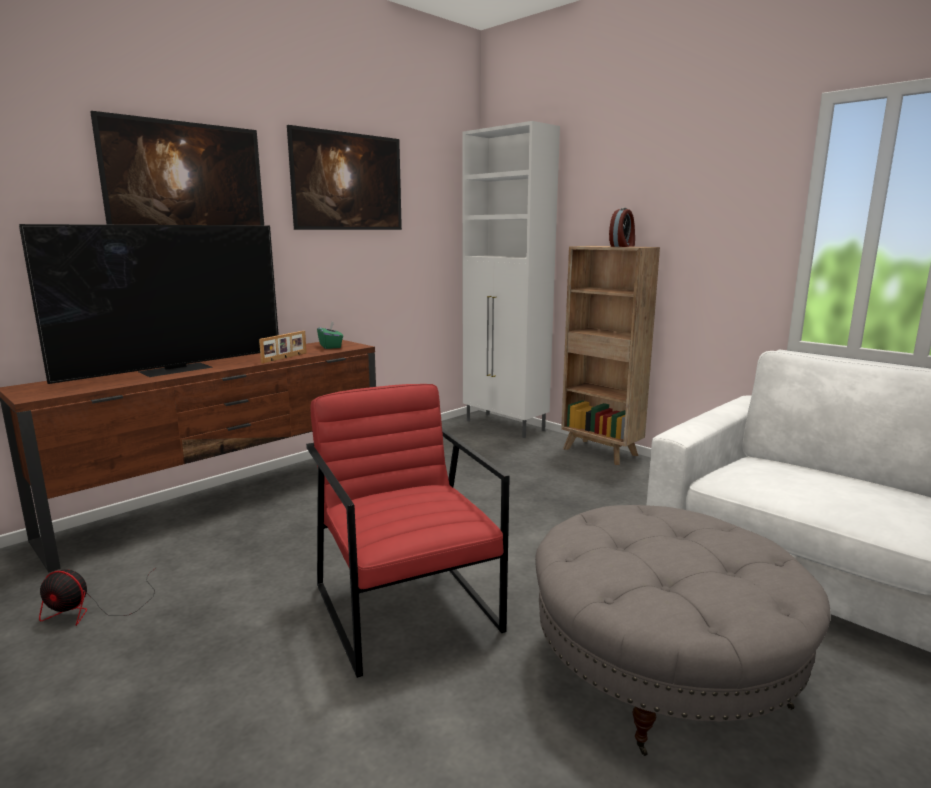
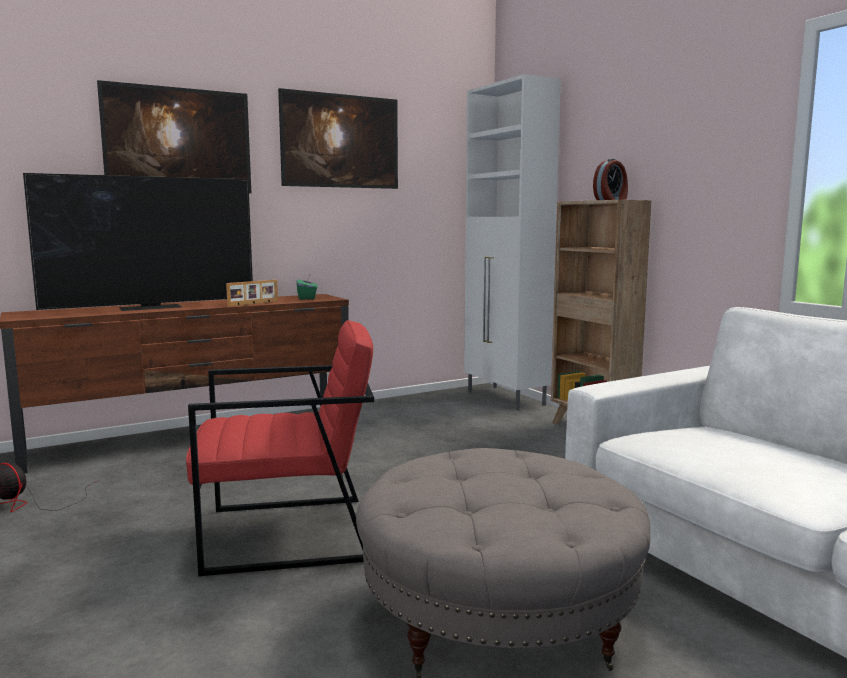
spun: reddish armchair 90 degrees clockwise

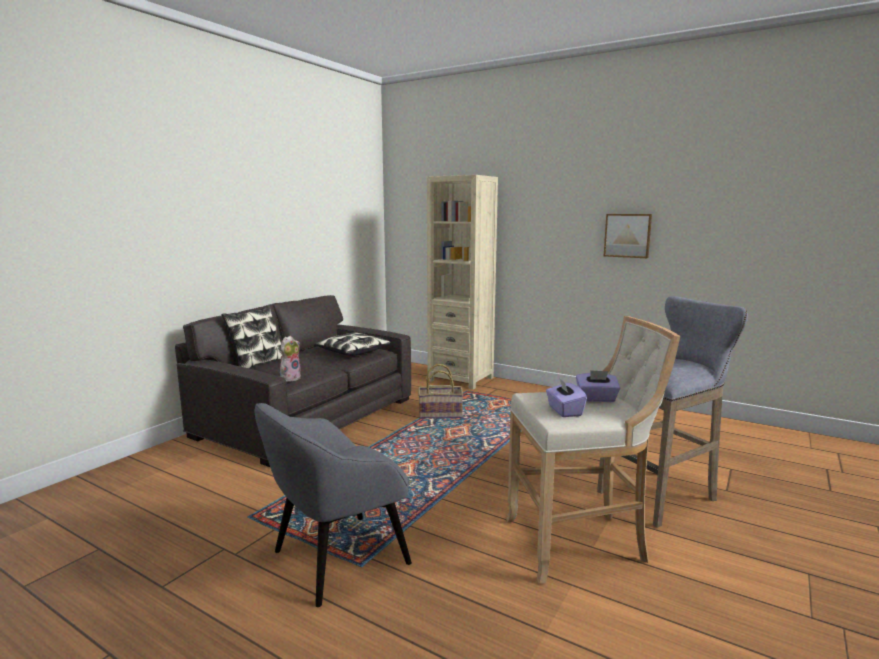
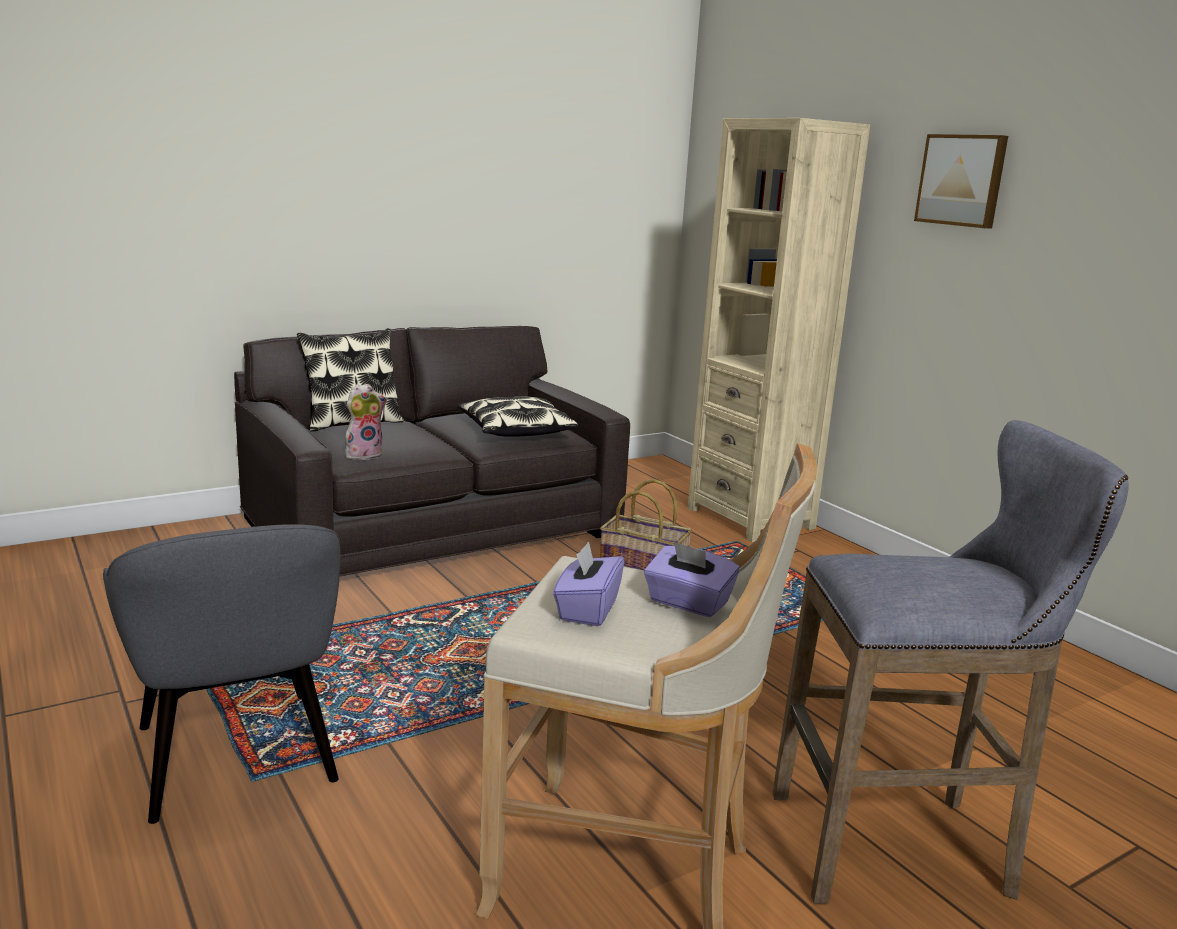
relocated: wall picture
spun: greyish armchair 105 degrees counterclockwise

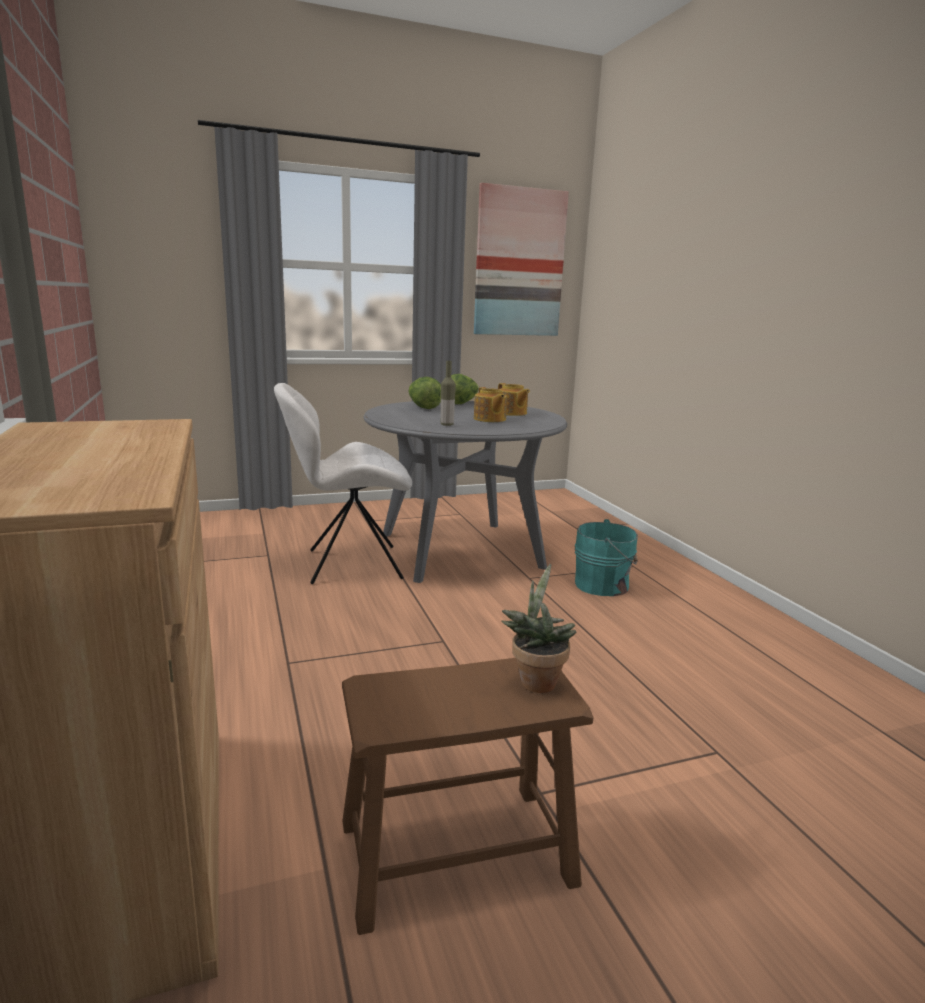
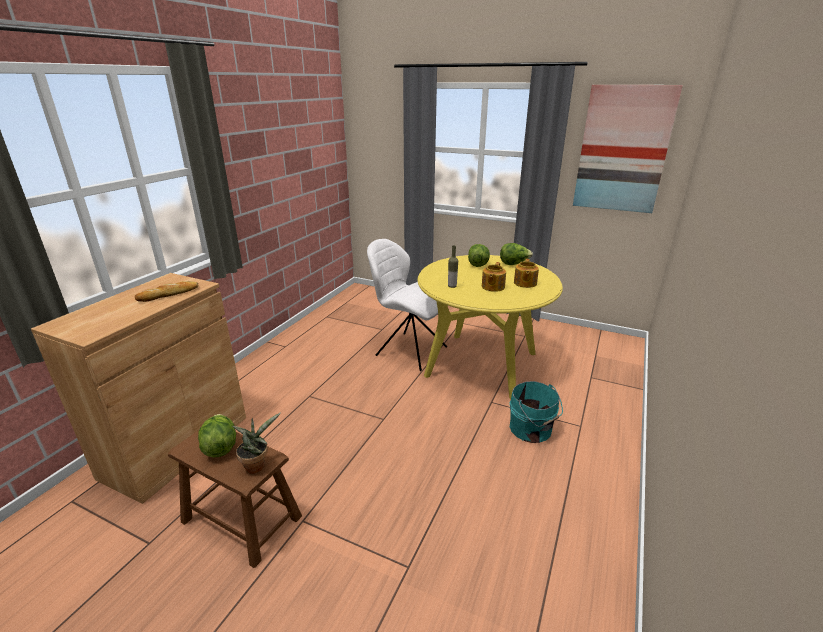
appeared: bakery bread; lettuce head (no. 1 from left)
colour: greyish dining table to yellowish dining table

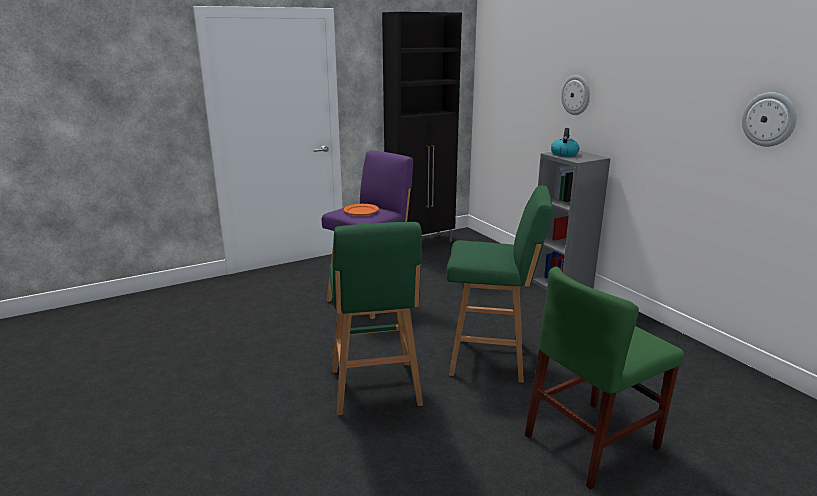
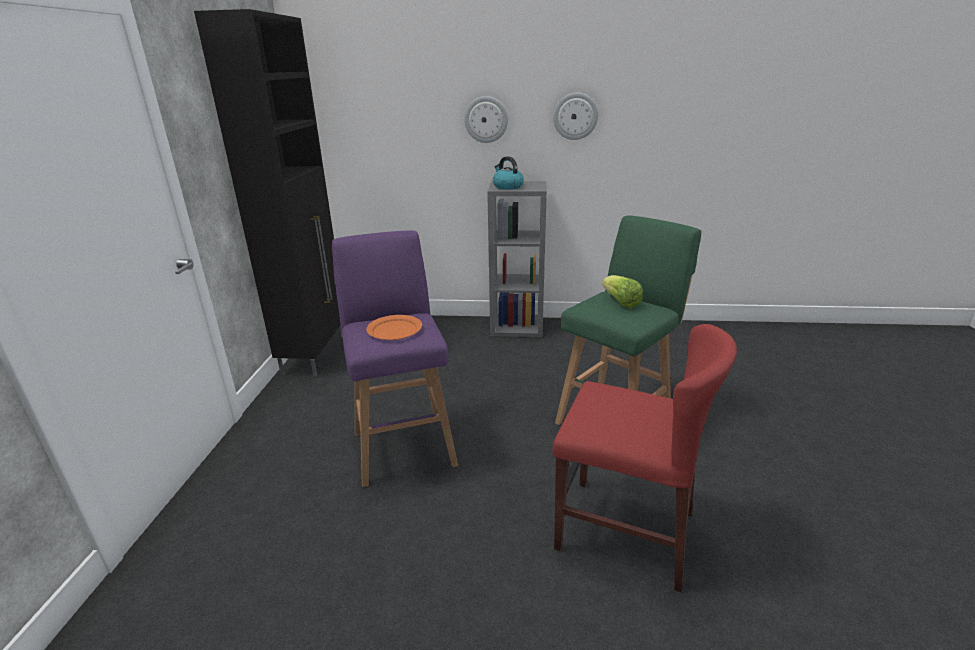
missing: greenish chair
appeared: lettuce head
relocated: wall clock (no. 2 from left)
exchanged: greenish sitting stool (no. 1 from left) to reddish chair

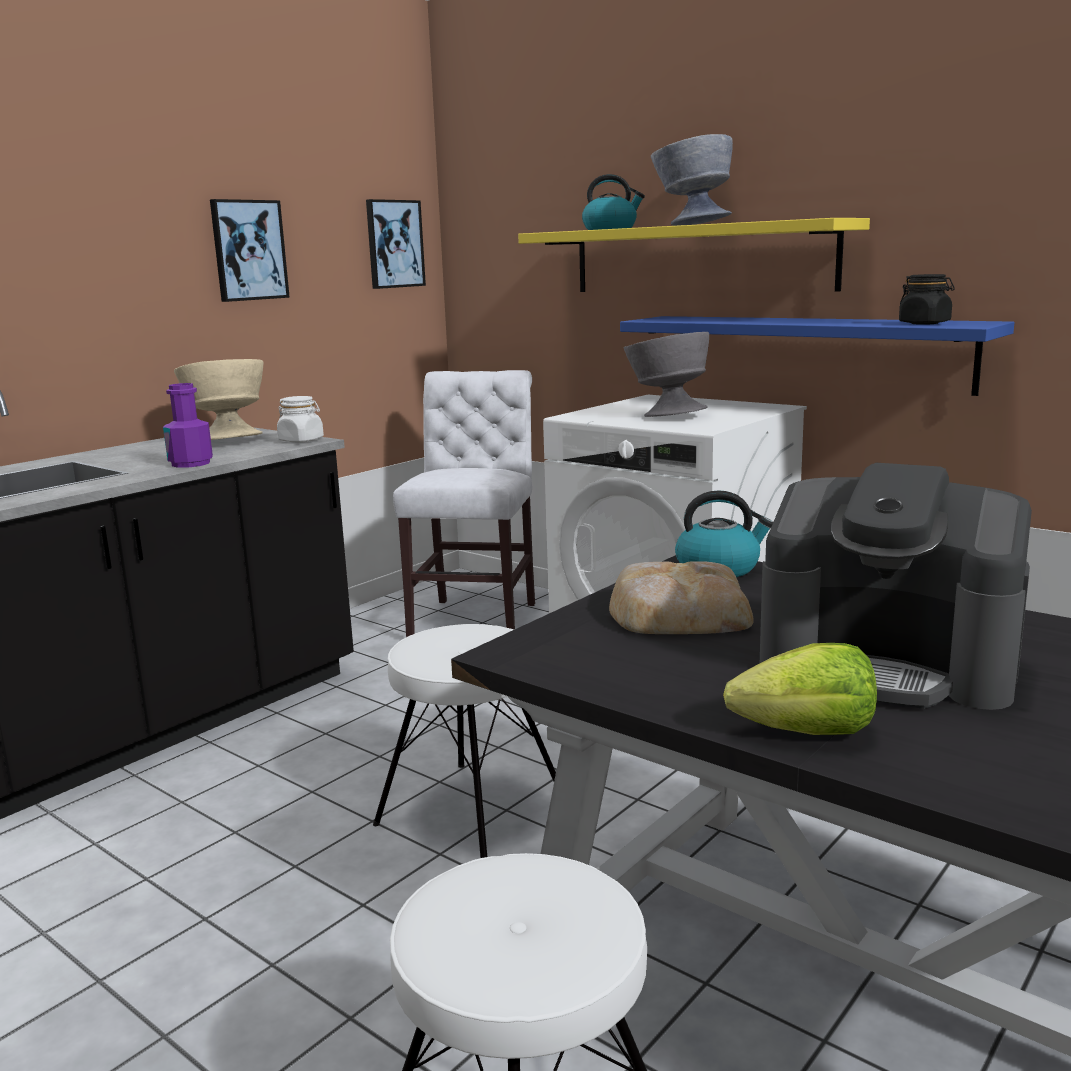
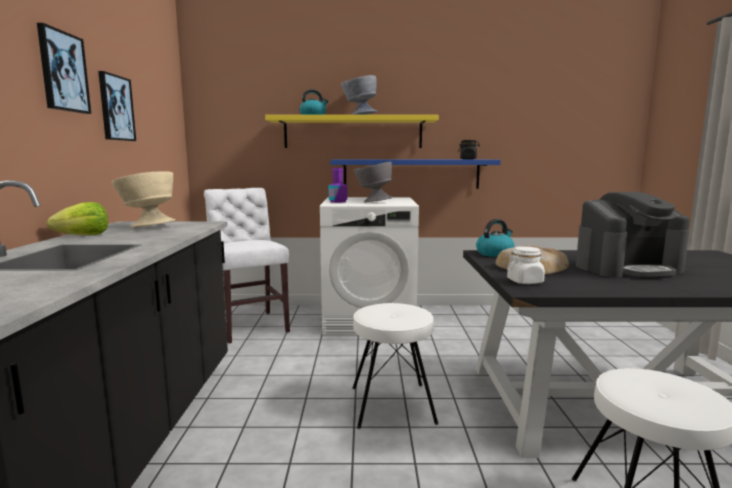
relocated: purple-coloured beverage bottle; white-coloured storage jar; wall picture (no. 2 from left in the first image) to wall picture (no. 1 from left); lettuce head

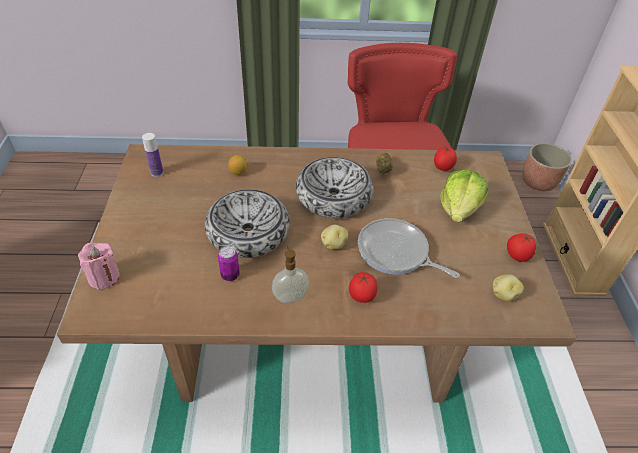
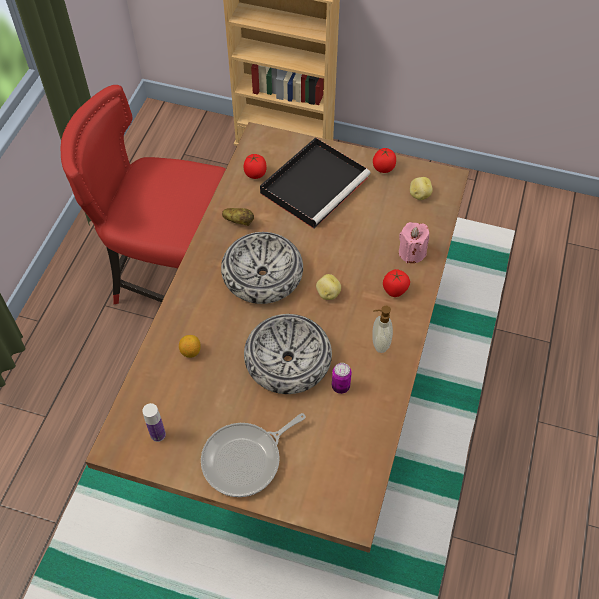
missing: plant pot
relocated: pink candle; pan
exchanged: lettuce head to black-coloured serving tray

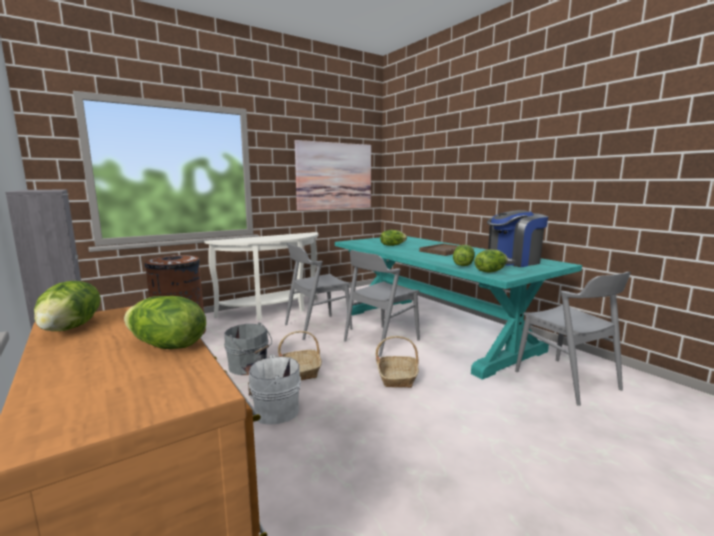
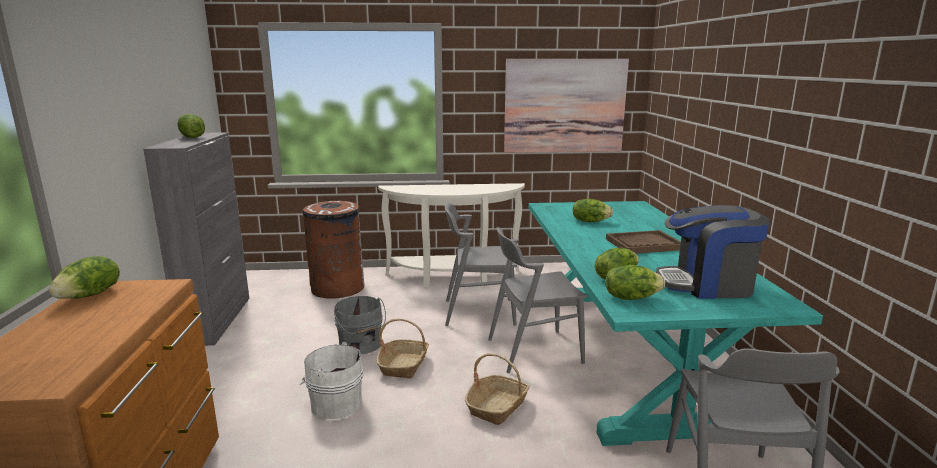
relocated: lettuce head (no. 2 from left)

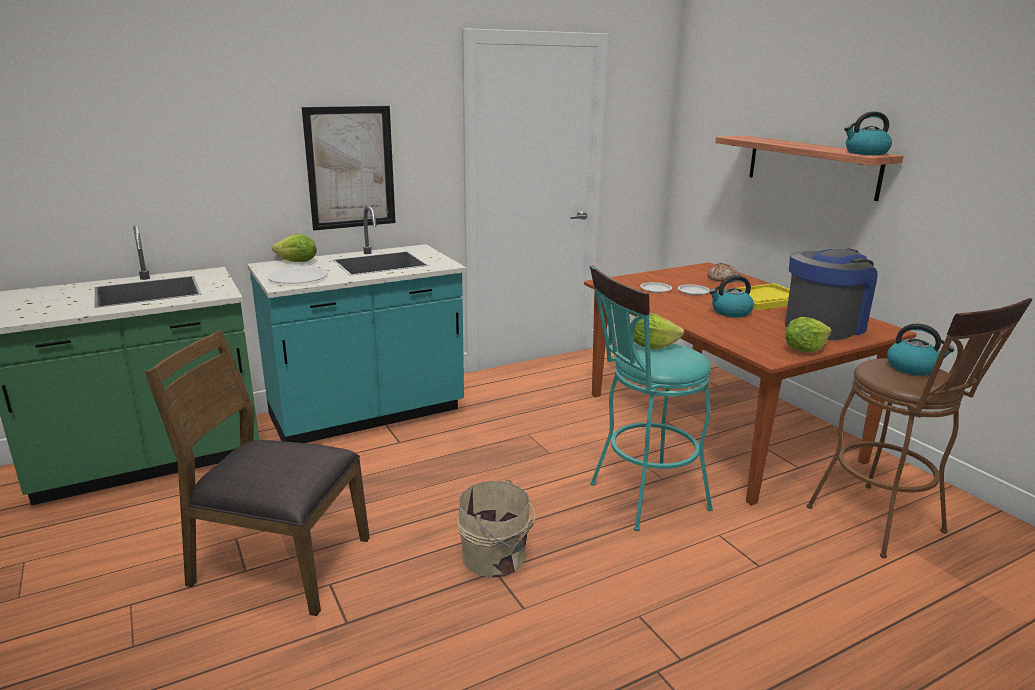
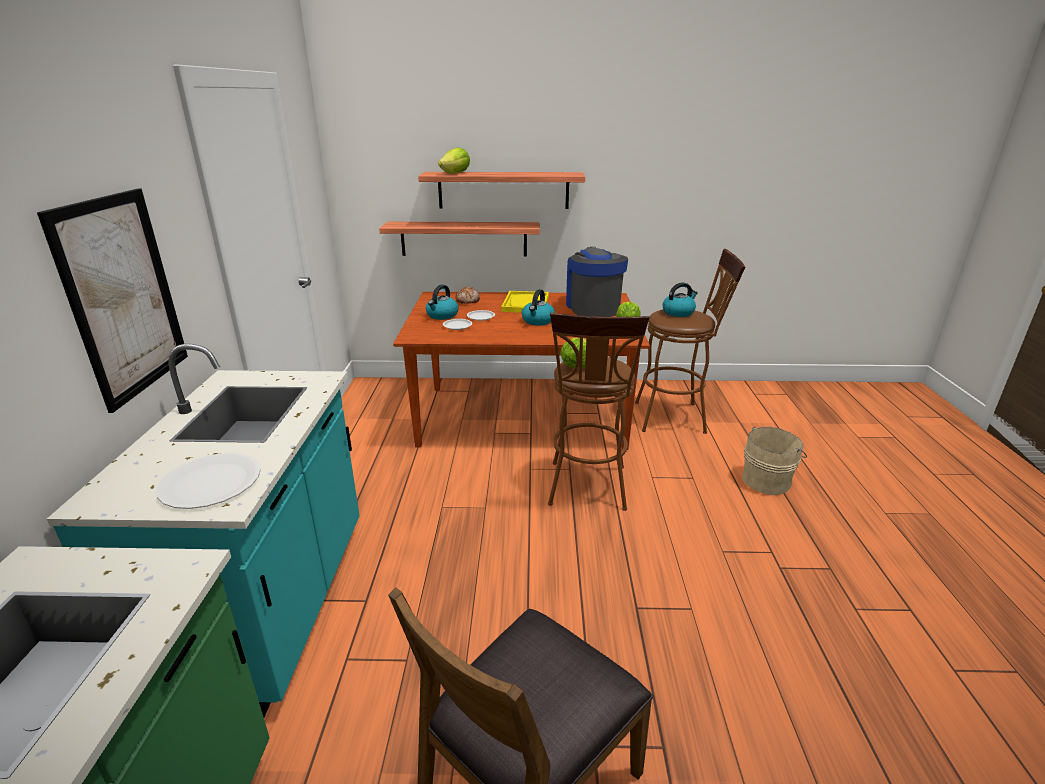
appeared: bracket shelf (no. 1 from left)
relocated: lettuce head (no. 1 from left); beige bucket; tea kettle (no. 2 from left in the first image) to tea kettle (no. 1 from left)
colour: blue-green sitting stool to brown-coloured sitting stool (no. 1 from left)

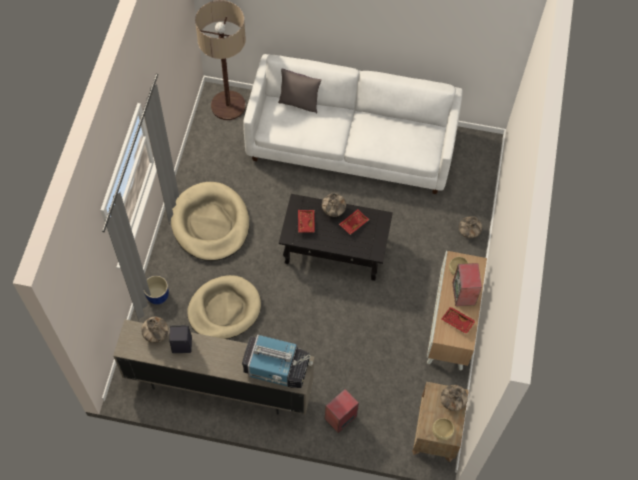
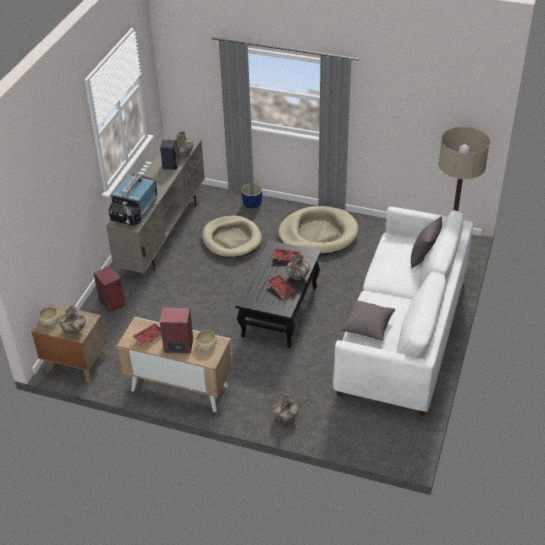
appeared: greyish throw pillow (no. 1 from left)

